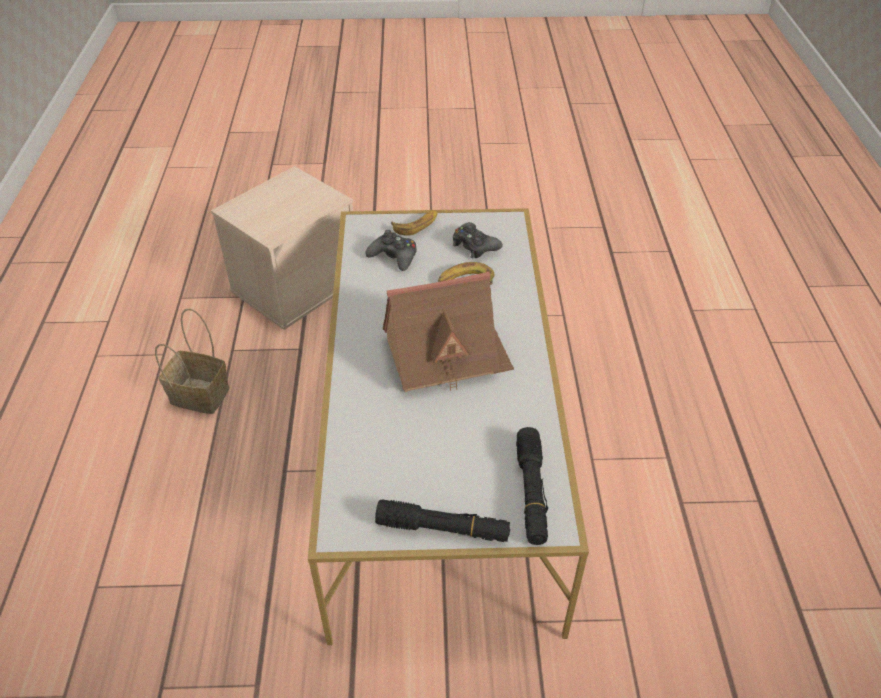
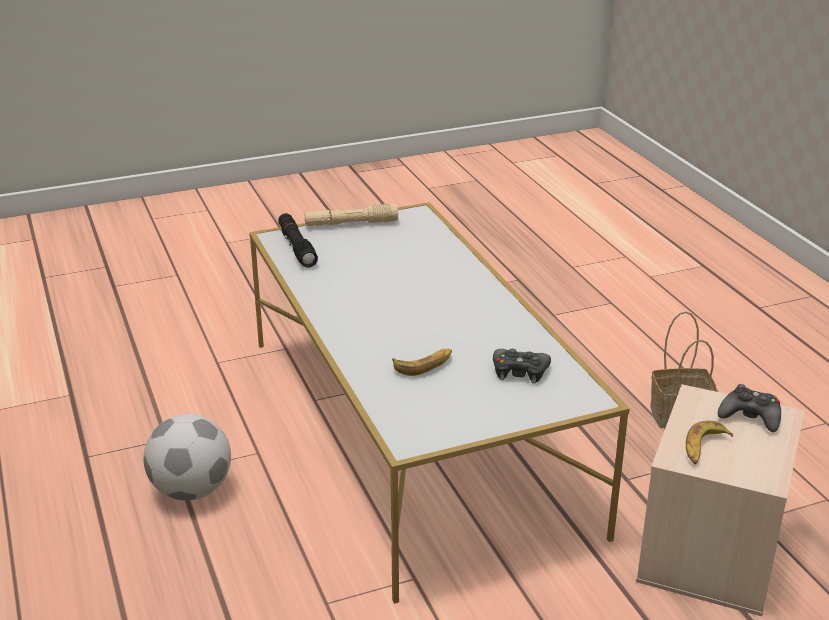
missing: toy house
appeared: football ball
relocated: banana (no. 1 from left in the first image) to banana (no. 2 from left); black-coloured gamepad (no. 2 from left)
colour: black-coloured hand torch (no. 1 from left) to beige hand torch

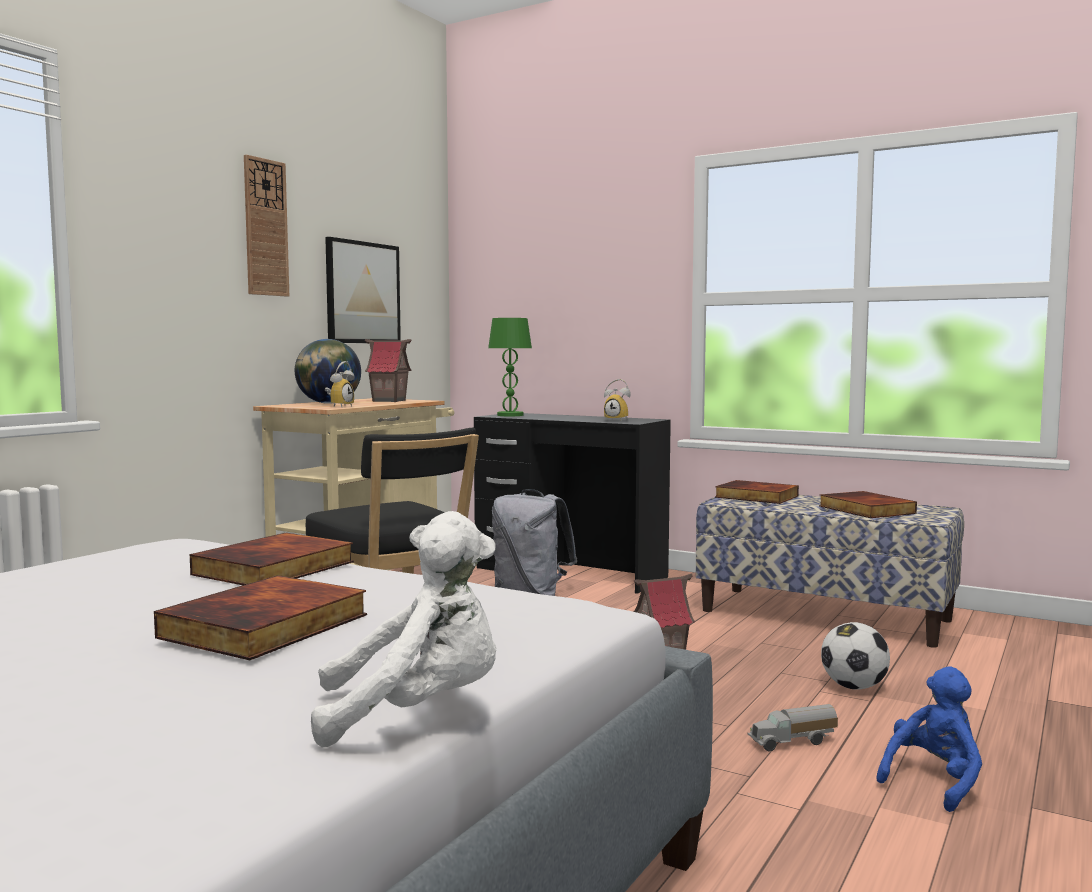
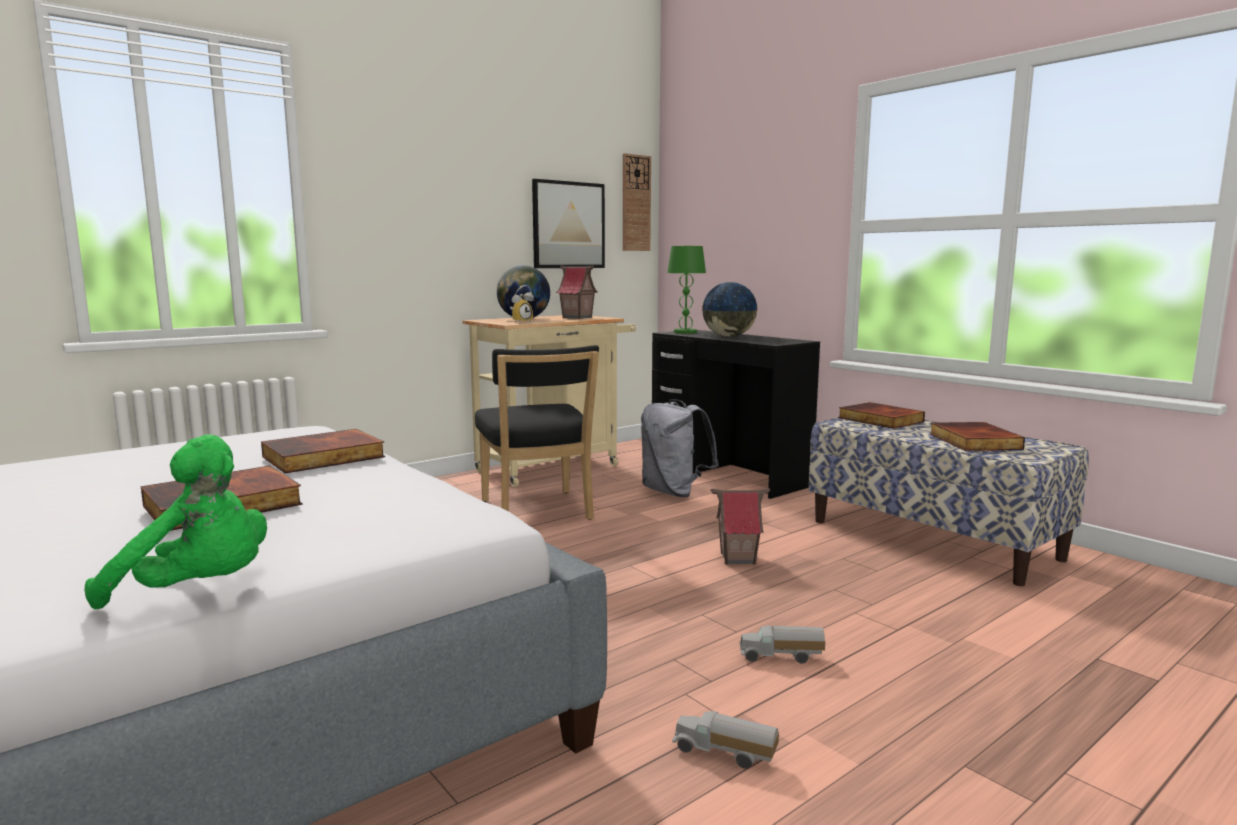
missing: table clock (no. 2 from left); football ball; bluish plush toy
appeared: toy truck (no. 1 from left); desk globe (no. 2 from left)
relocated: wall clock
colour: white-coloured plush toy to greenish plush toy

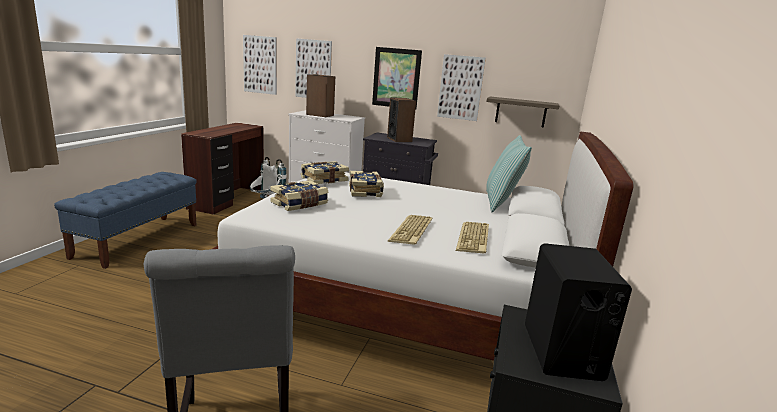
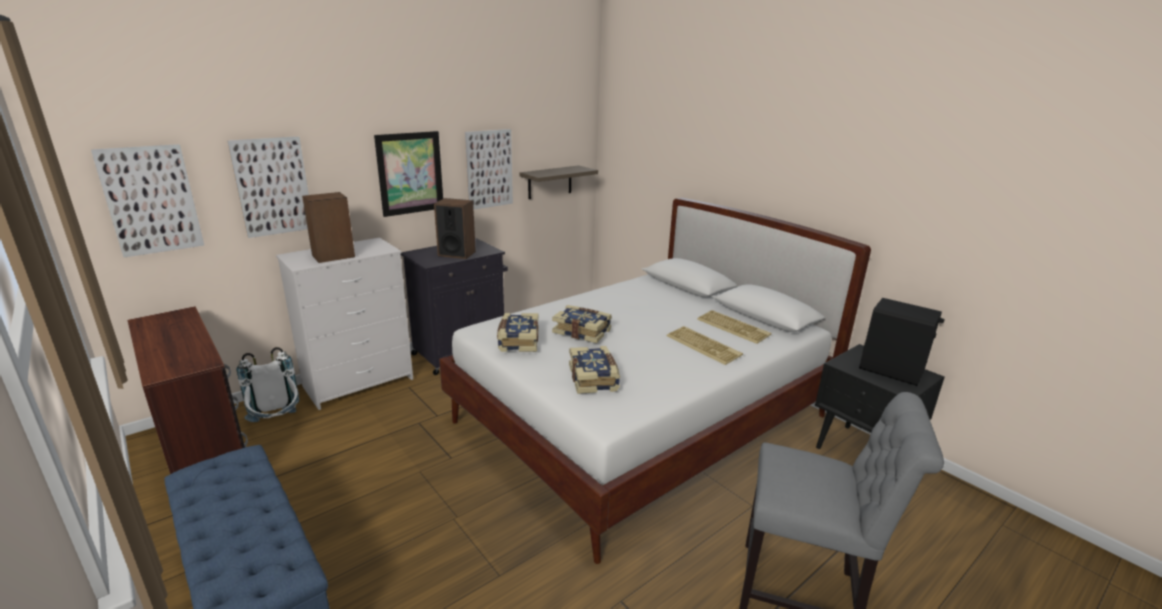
missing: throw pillow

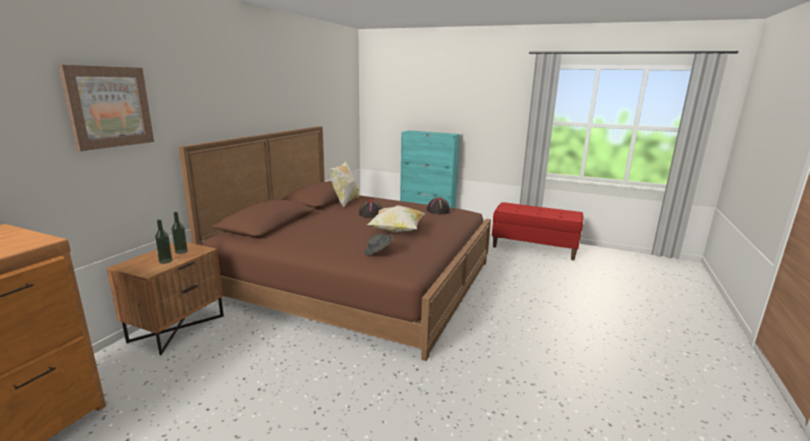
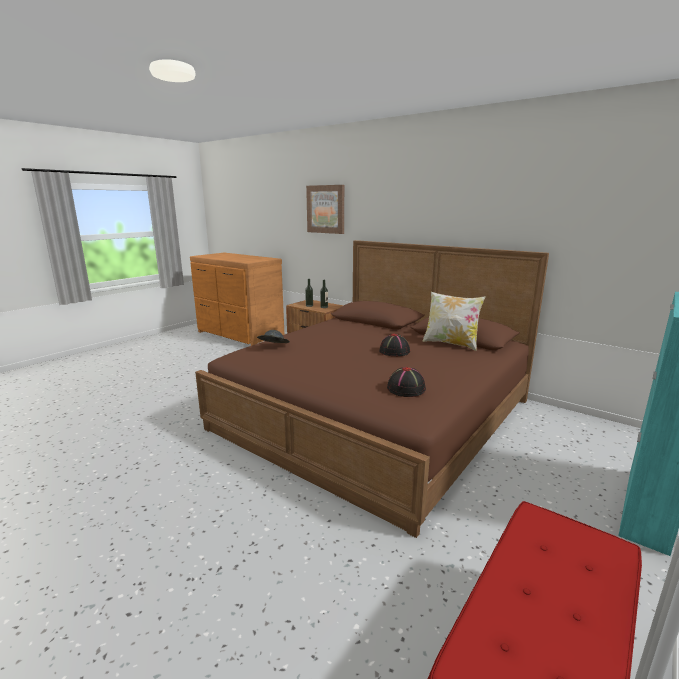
missing: throw pillow (no. 2 from left)

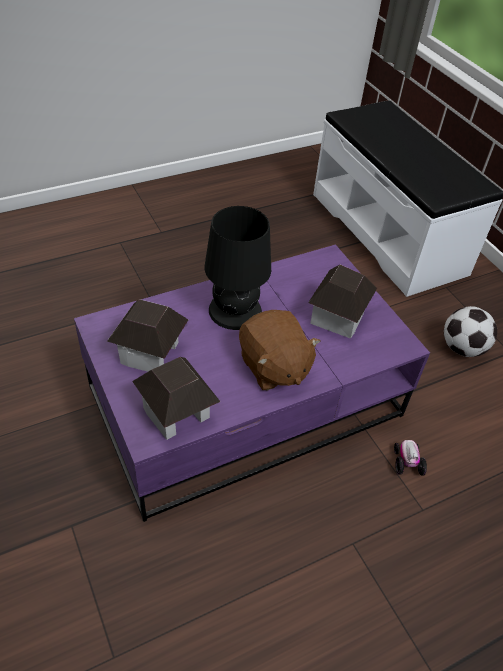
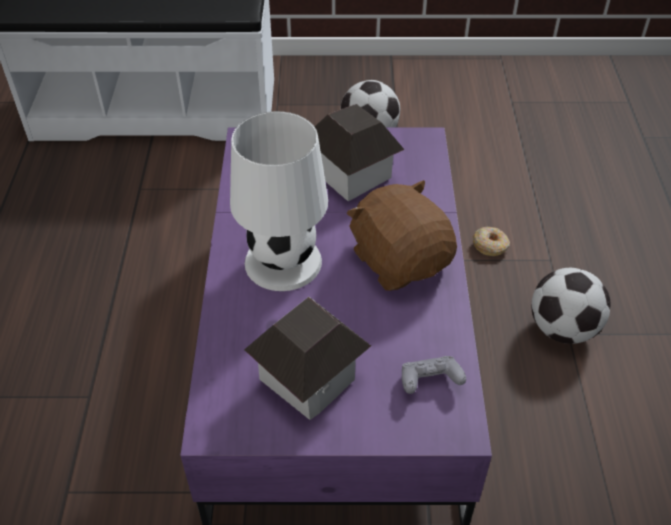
appeared: football ball (no. 2 from left)
exchanged: toy house (no. 2 from left) to greyish gamepad; miniature car to ring doughnut
colour: black-coloured table lamp to white-coloured table lamp
spun: brown-coloured plush toy 120 degrees counterclockwise

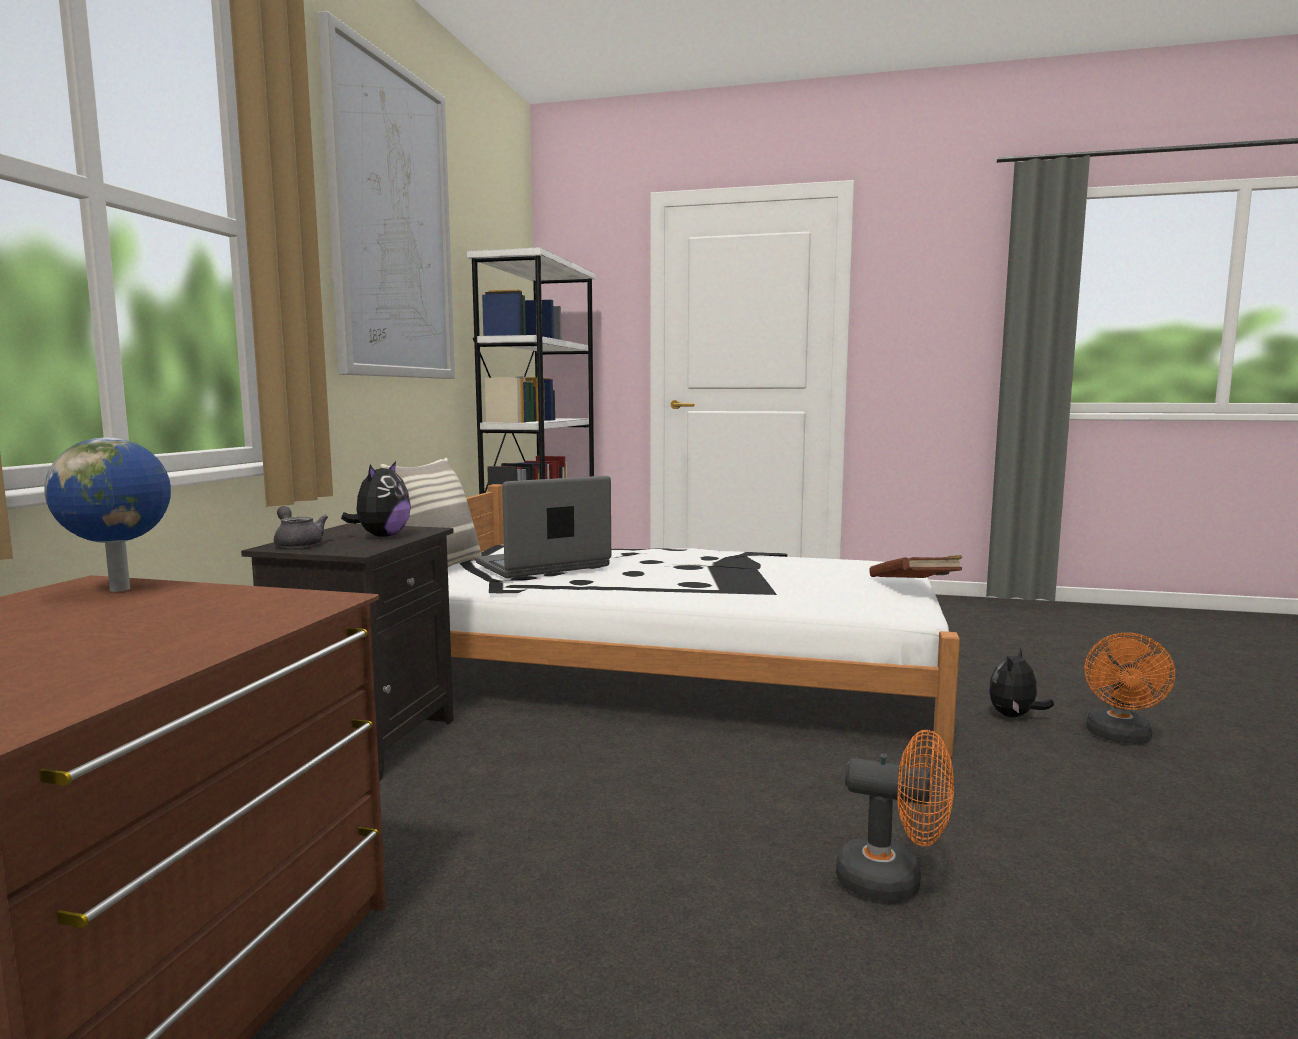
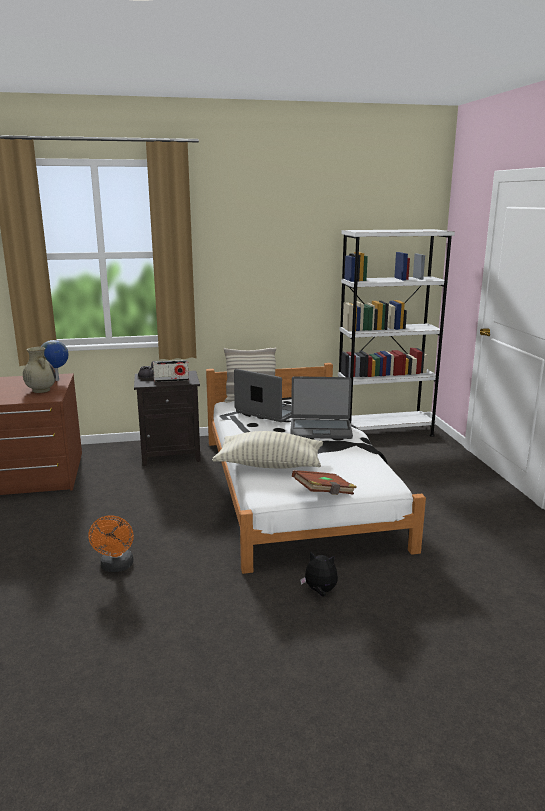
missing: wall picture; orange-coloured electric fan (no. 2 from left)
appeared: beige flower vase; throw pillow (no. 2 from left); portable computer (no. 2 from left)
exchanged: plush toy (no. 1 from left) to radio receiver

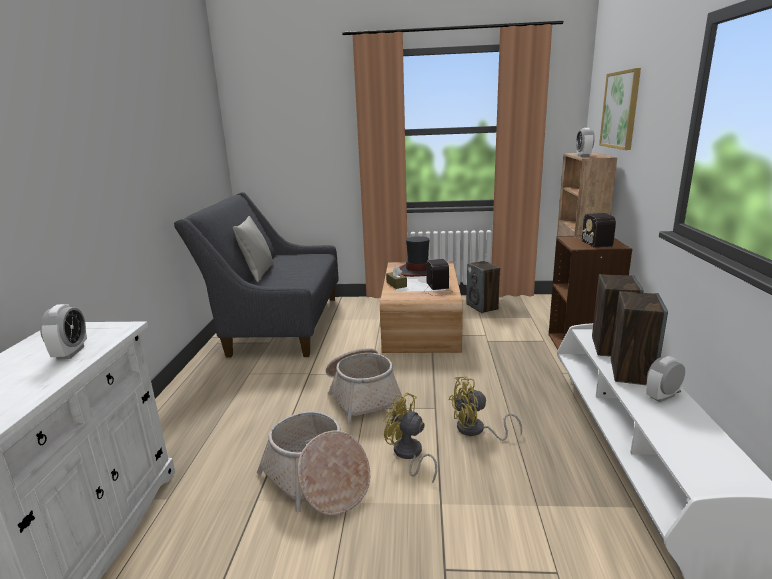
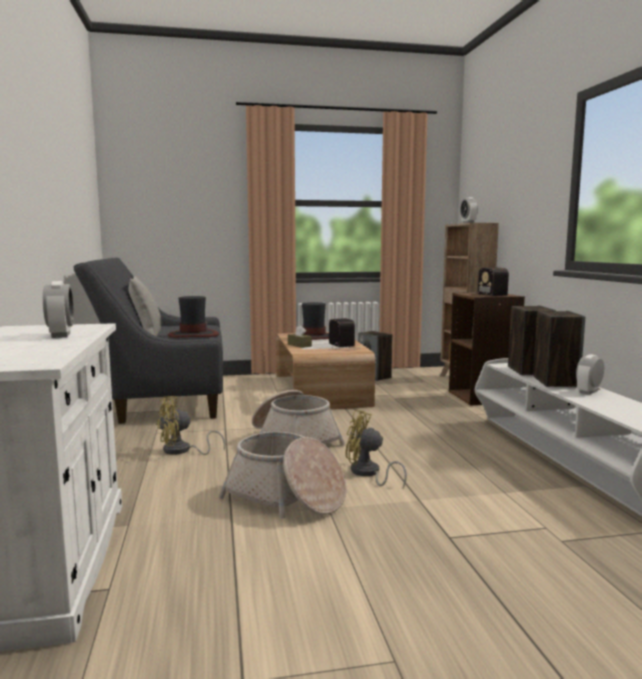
missing: wall picture
appeared: clothing hat (no. 1 from left)
relocated: yellowish electric fan (no. 2 from left in the first image) to yellowish electric fan (no. 1 from left)

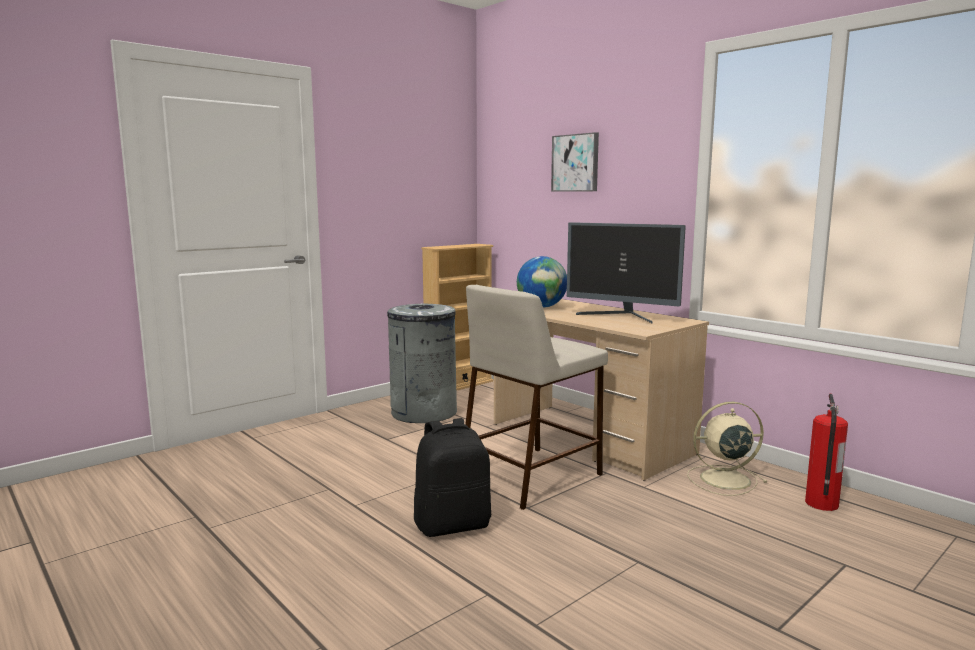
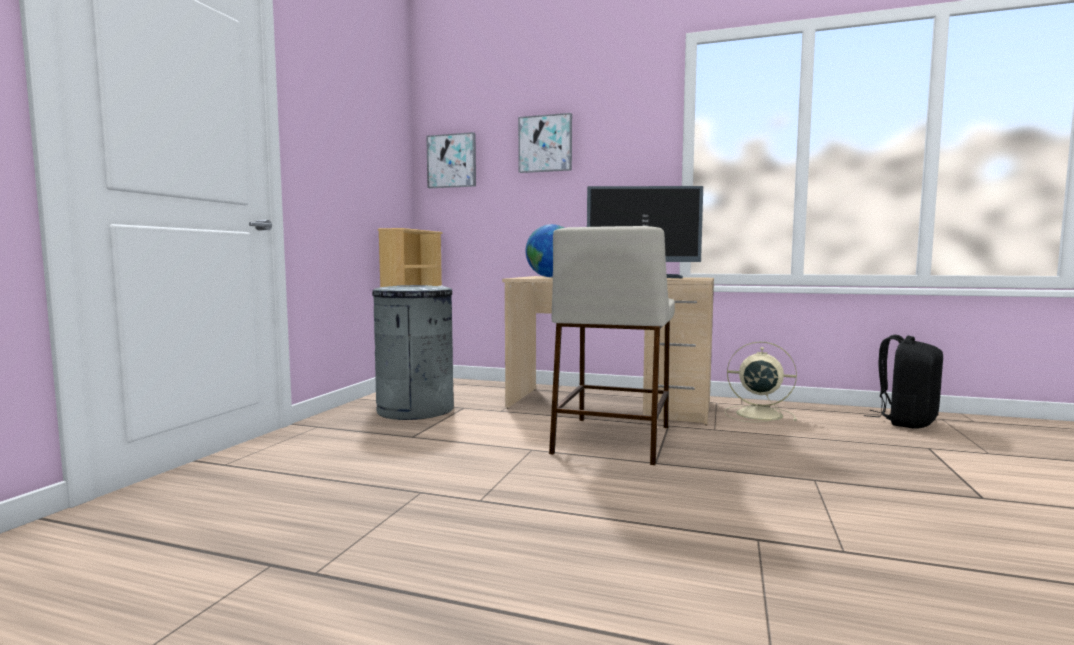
missing: fire extinguisher
appeared: wall picture (no. 1 from left)
relocated: black-coloured rucksack
spun: beige electric fan 60 degrees clockwise

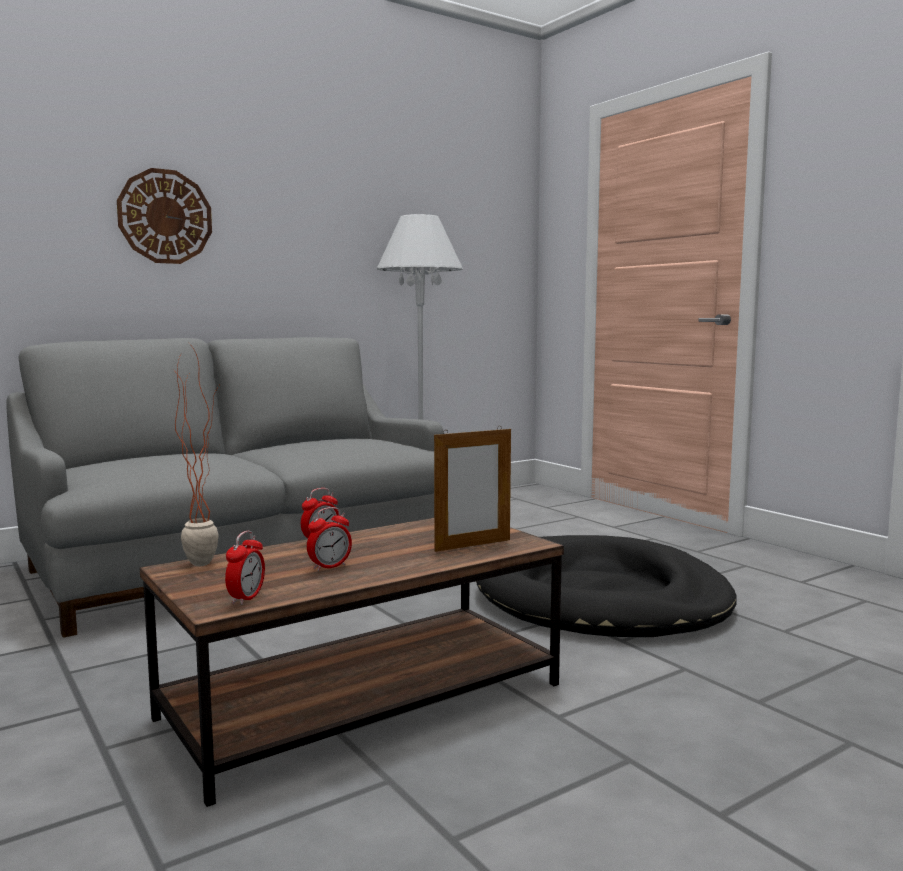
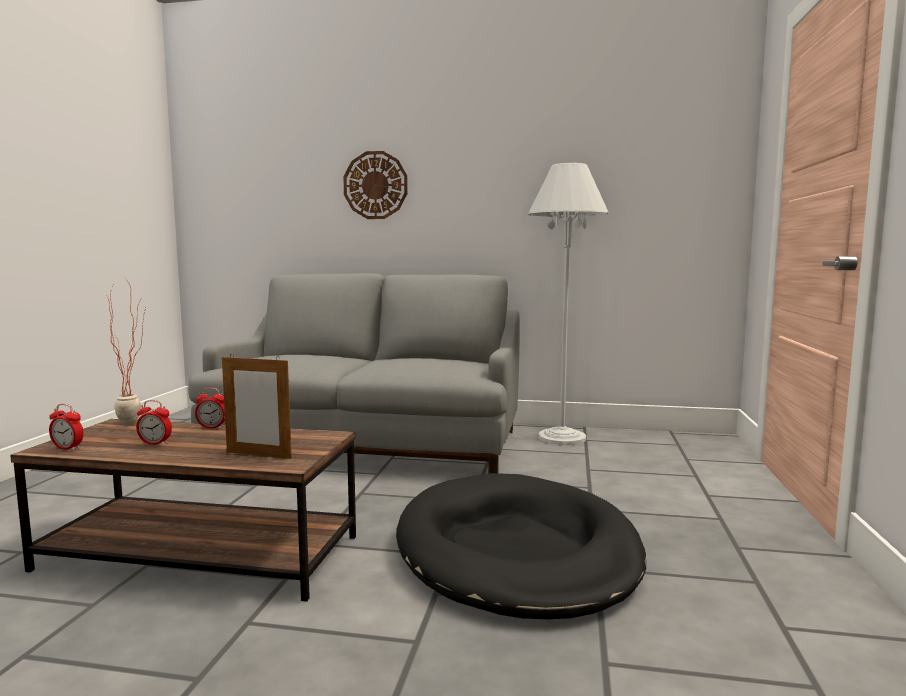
spun: table clock (no. 1 from left) 45 degrees clockwise

